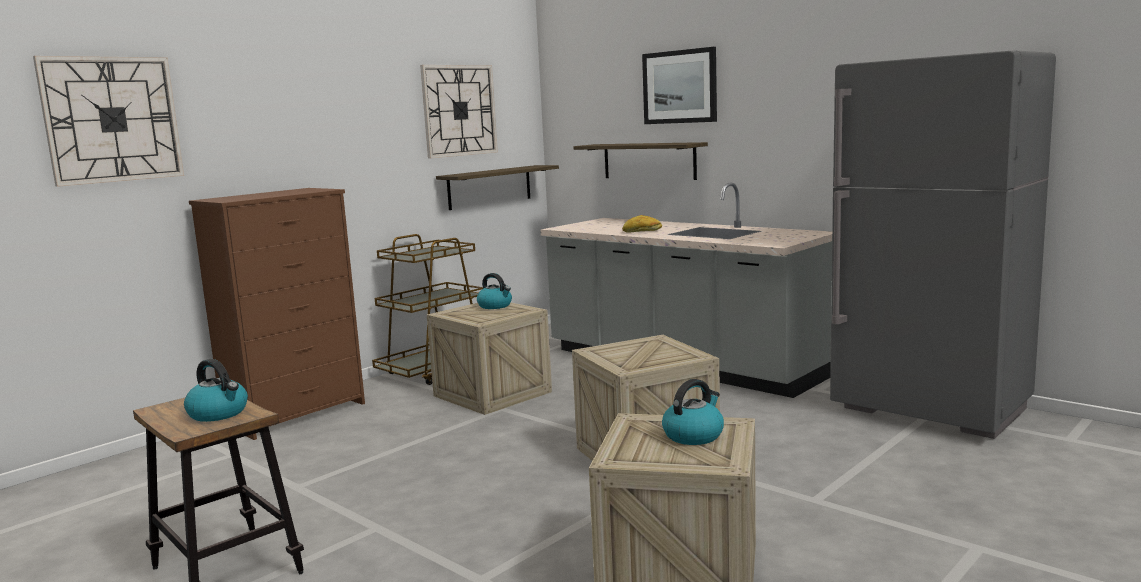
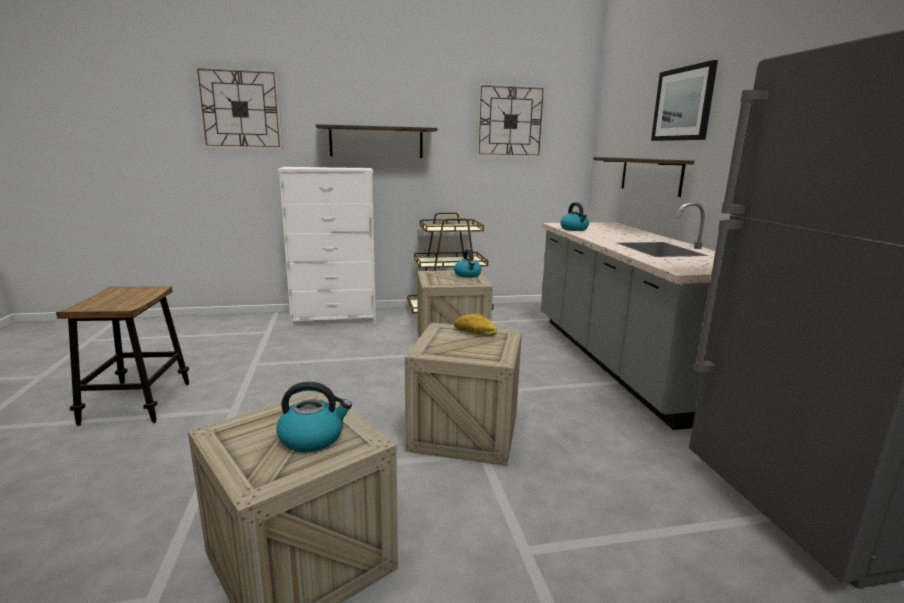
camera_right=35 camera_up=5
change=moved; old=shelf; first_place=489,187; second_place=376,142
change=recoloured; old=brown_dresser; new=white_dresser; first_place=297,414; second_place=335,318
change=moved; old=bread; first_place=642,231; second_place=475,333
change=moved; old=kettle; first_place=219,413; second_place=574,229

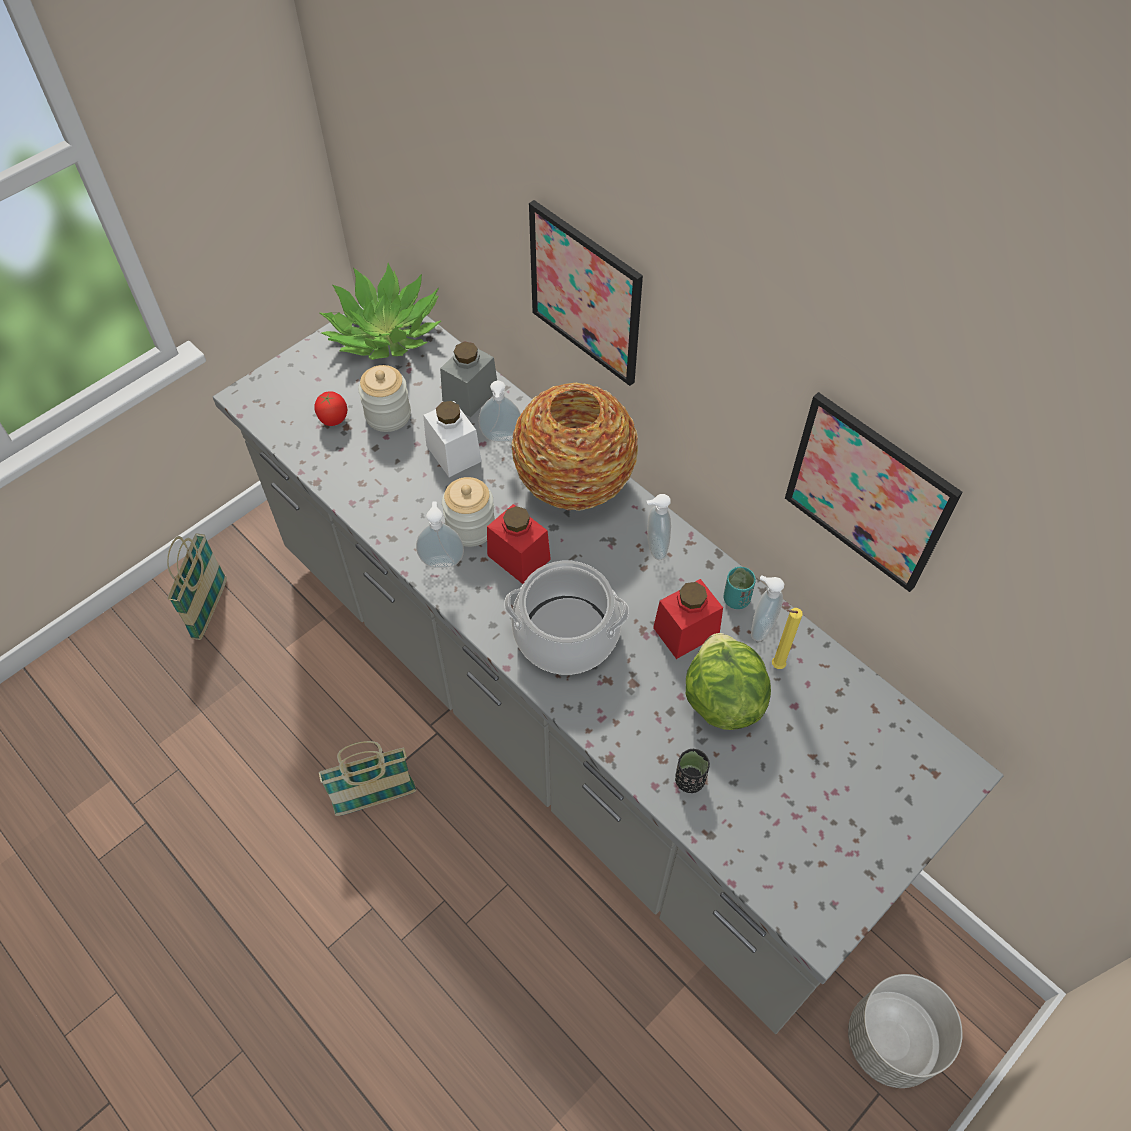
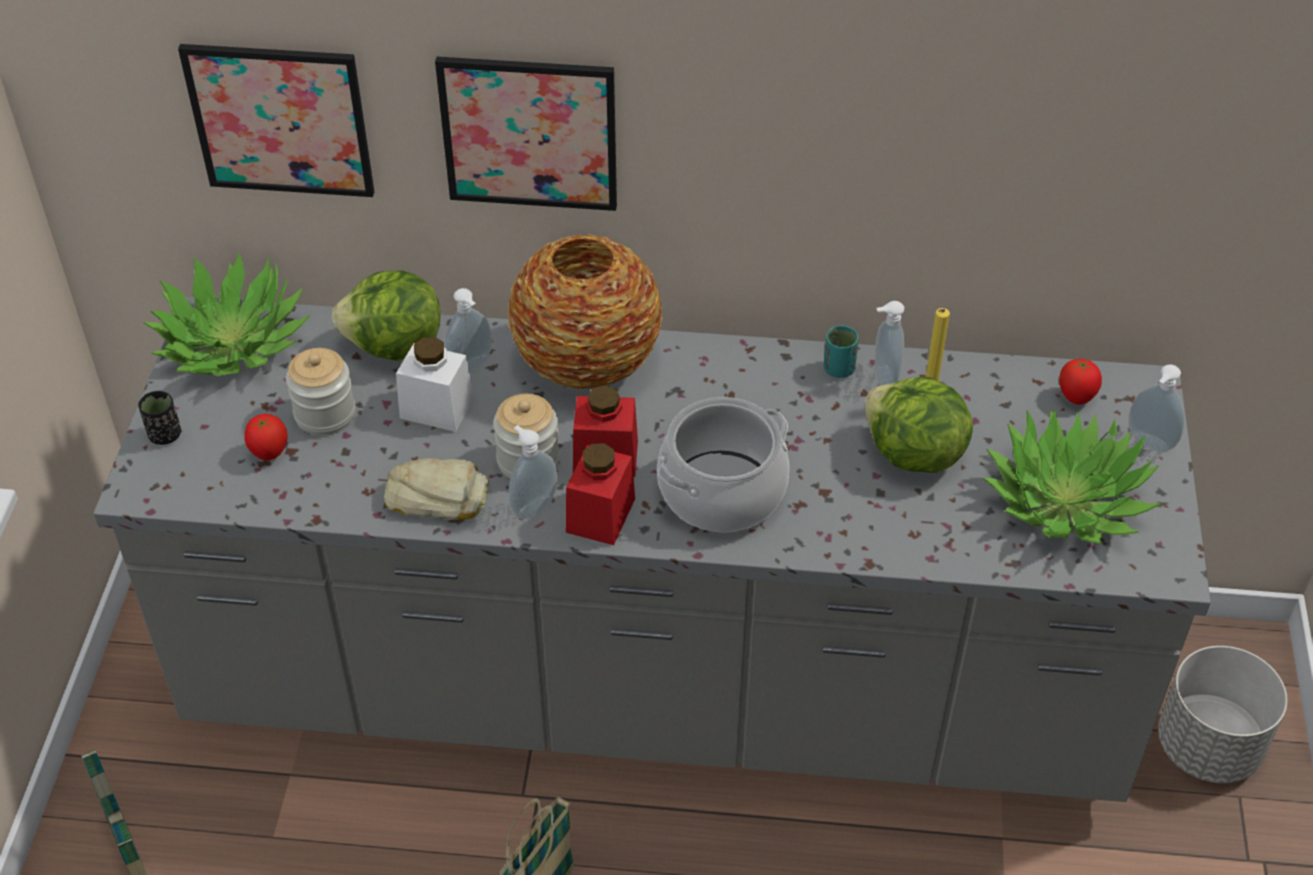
camera_right=-40 camera_up=-10
change=replaced; old=grey_jar; new=lettuce; first_place=470,395; second_place=394,347
change=moved; old=picture; first_place=868,493; second_place=280,120
change=moved; old=soap_dispenser; first_place=654,548; second_place=1148,444
change=moved; old=red_jar; first_place=686,631; second_place=600,515
change=moved; old=black_cup; first_place=689,780; second_place=165,435
change=added; new=tomato; second_place=1076,398
change=added; new=potted_plant; second_place=1066,499
change=added; new=bread; second_place=437,495

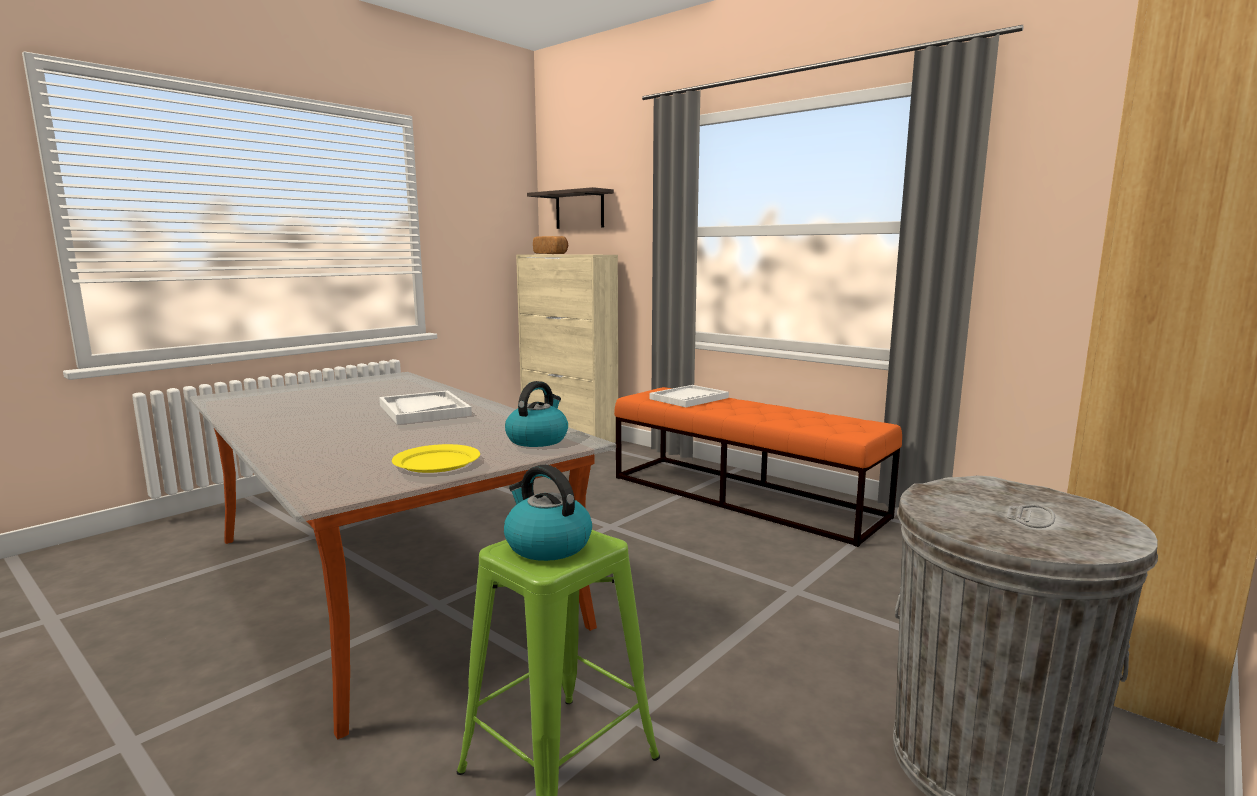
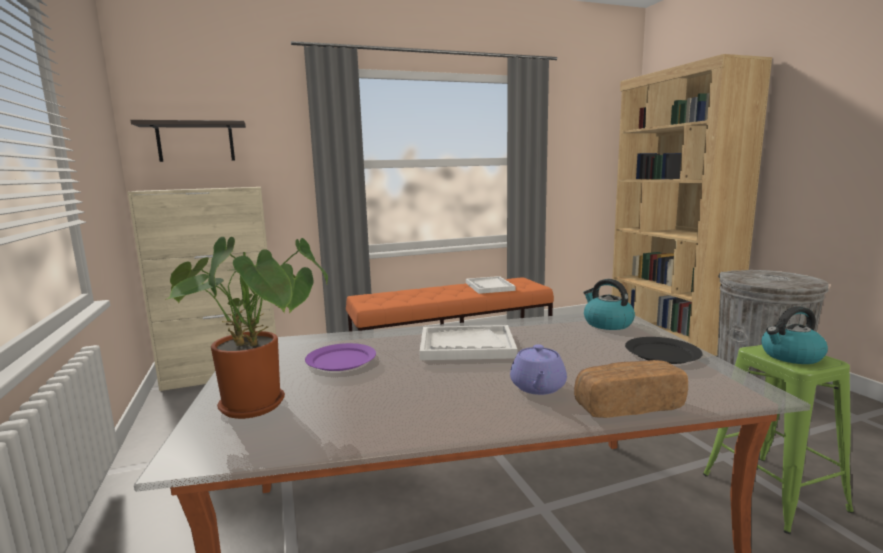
camera_right=-60 camera_up=0
change=moved; old=bread; first_place=551,254; second_place=627,406
change=moved; old=white_tray; first_place=689,398; second_place=489,286
change=recoloured; old=yellow_plate; new=black_plate; first_place=436,462; second_place=662,353
change=added; new=potted_plant; second_place=260,405
change=added; new=purple_plate; second_place=341,360
change=added; new=purple_teapot; second_place=537,387

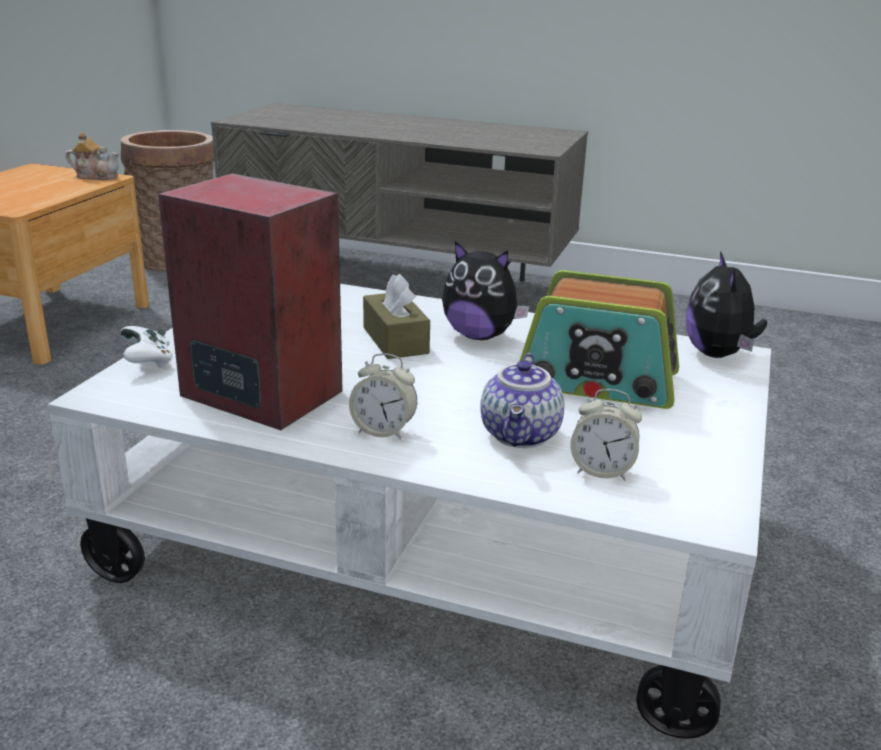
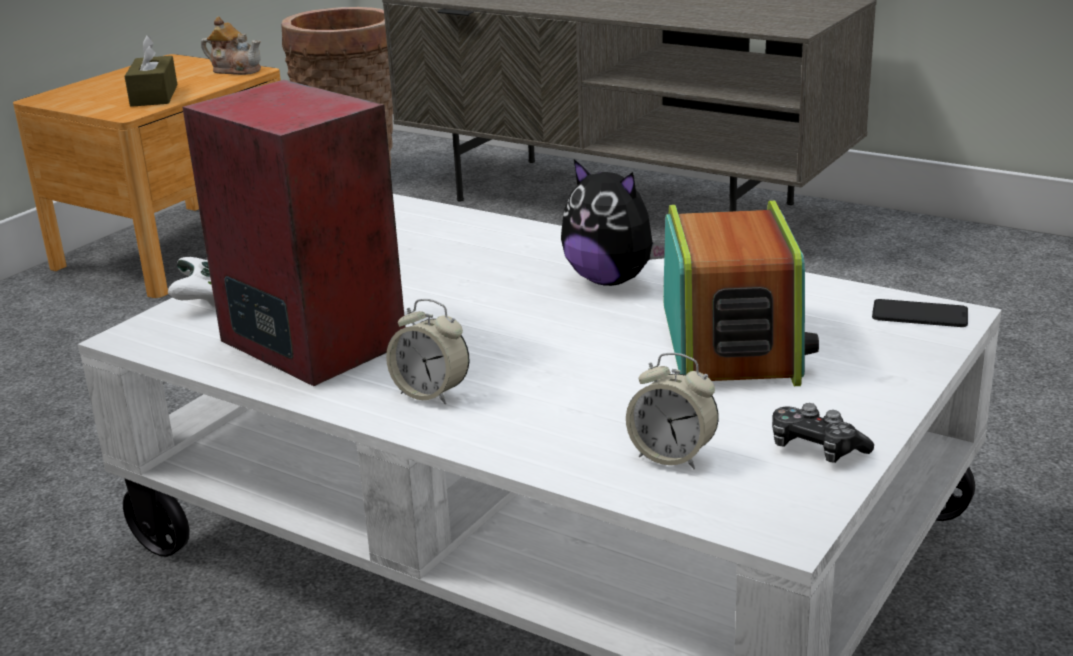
camera_right=15 camera_up=0
change=replaced; old=plush_toy; new=phone; first_place=718,354; second_place=919,315
change=turned; old=radio; first_place=597,381; second_place=731,343; degrees=-120
change=moved; old=brown_tissue_box; first_place=395,340; second_place=154,95
change=removed; old=teapot; first_place=522,435
change=added; new=game_controller; second_place=815,448

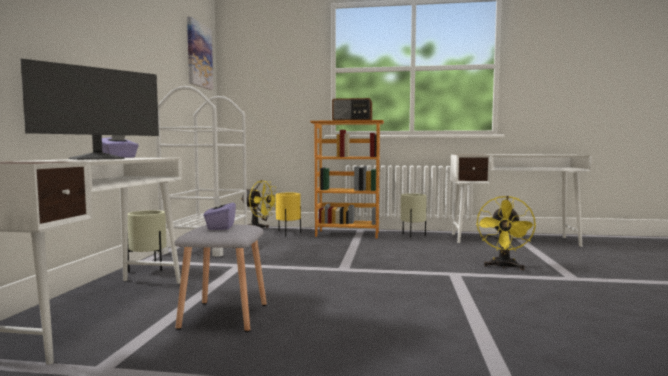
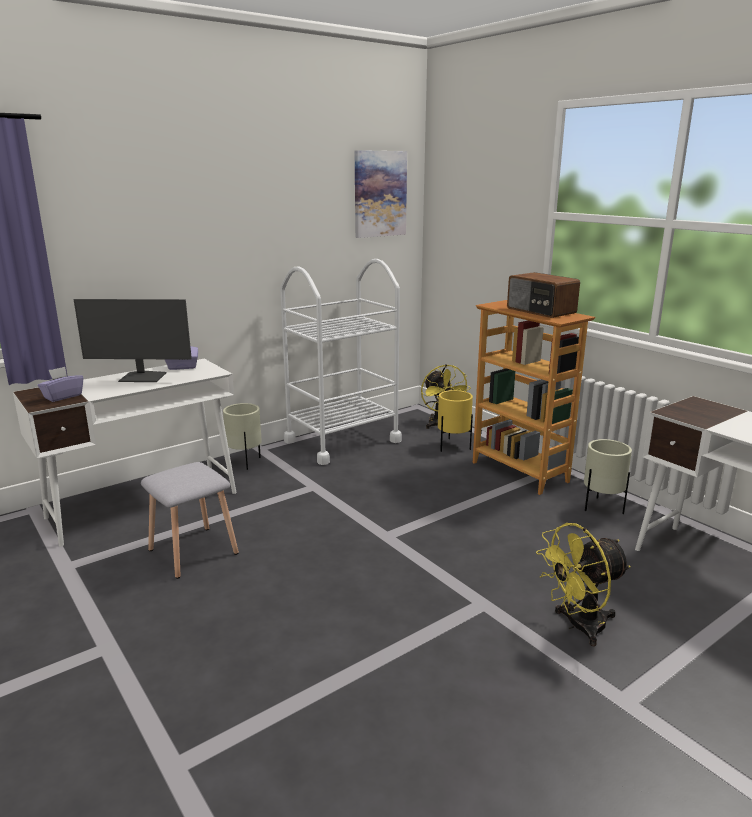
camera_right=45 camera_up=15
change=moved; old=purple_tissue_box; first_place=220,227; second_place=63,396

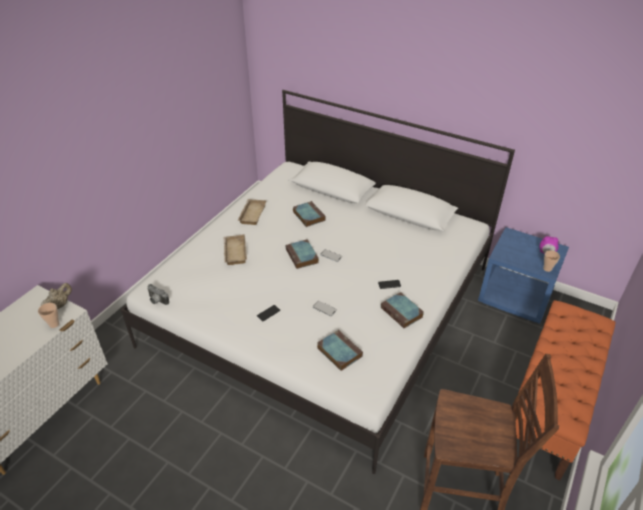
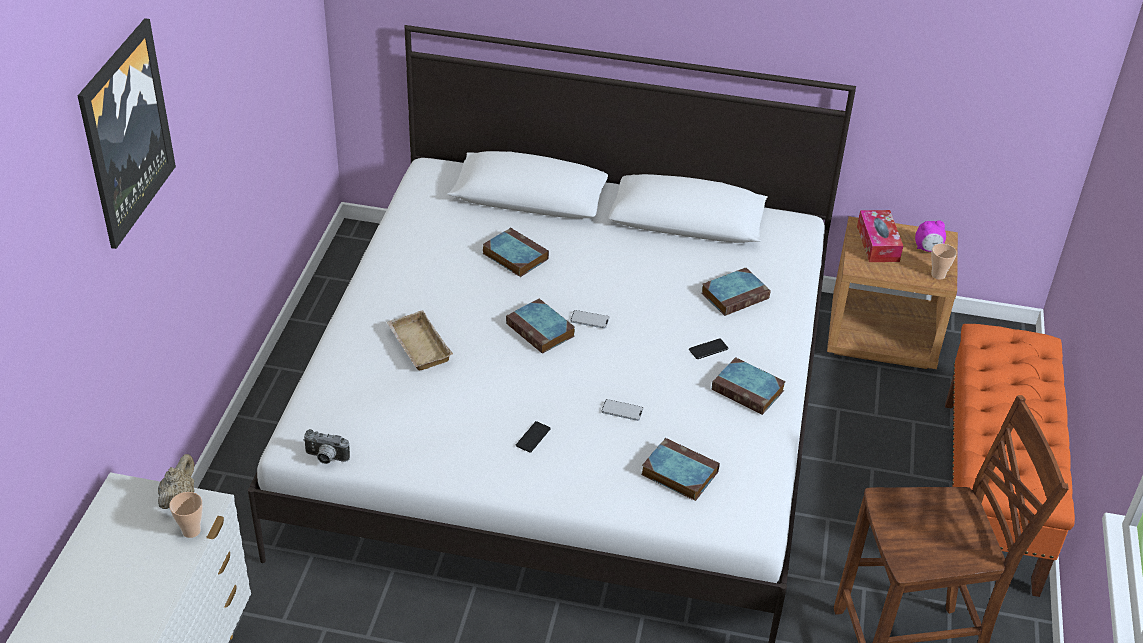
camera_right=-20 camera_up=0
change=removed; old=beige_tray; first_place=251,213
change=recoloured; old=blue_nightstand; new=brown_nightstand; first_place=515,298; second_place=882,335
change=added; new=picture; second_place=125,133
change=added; new=tissue_box; second_place=878,243
change=added; new=book; second_place=735,295

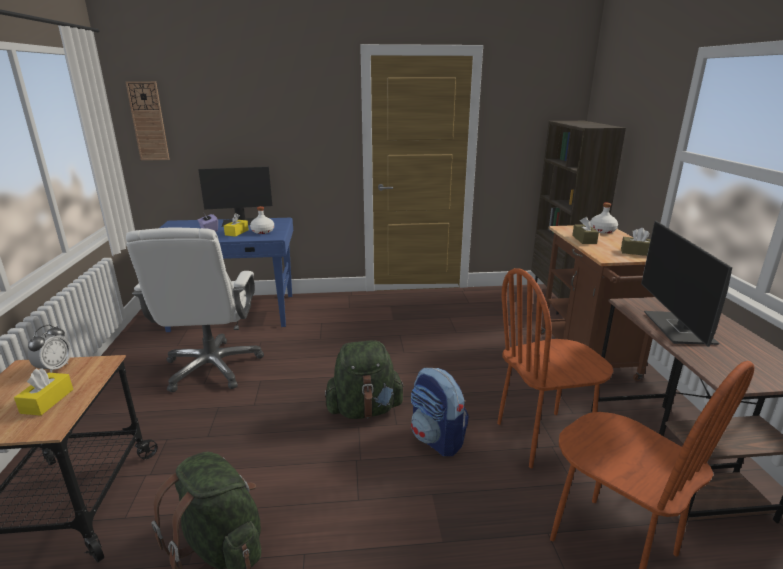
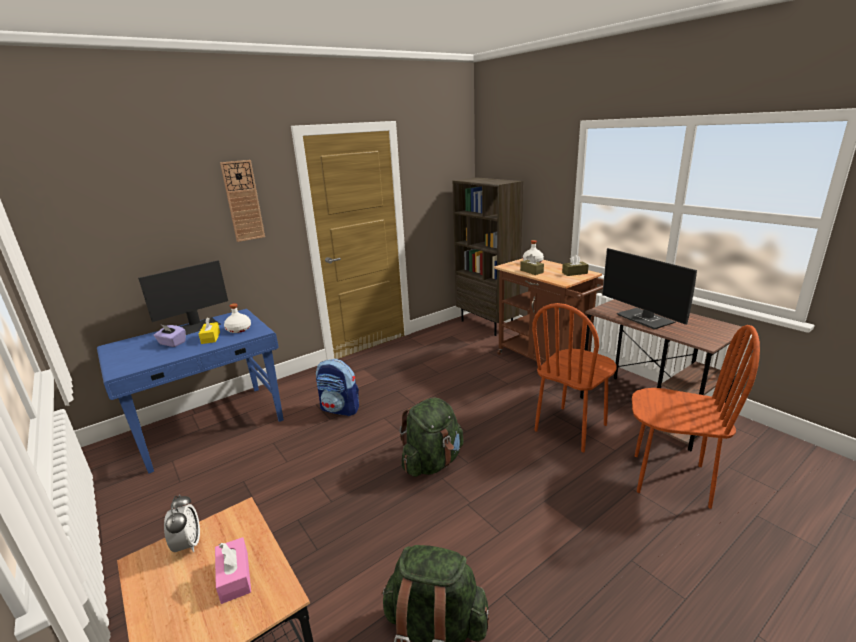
camera_right=-30 camera_up=0
change=moved; old=wall_clock; first_place=148,121; second_place=243,201
change=removed; old=white_office_chair; first_place=212,367
change=moved; old=backpack; first_place=437,439; second_place=340,409
change=recoloured; old=yellow_tissue_box; new=pink_tissue_box; first_place=47,401; second_place=235,577

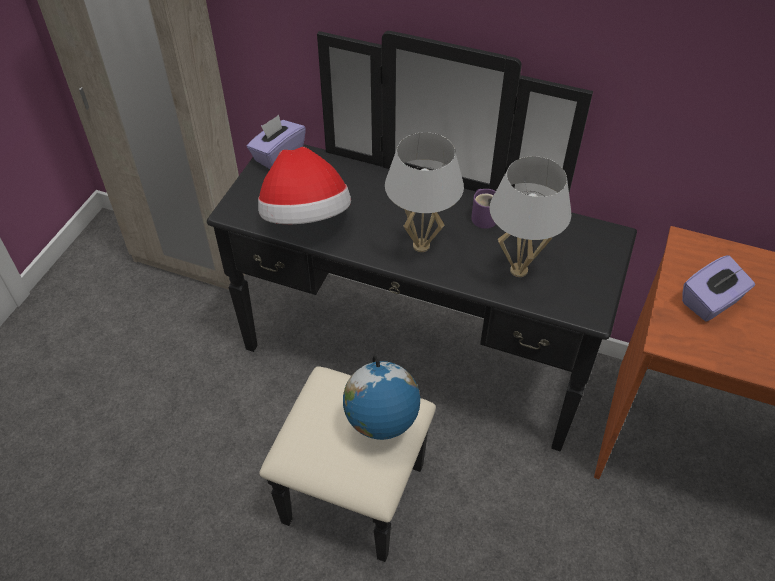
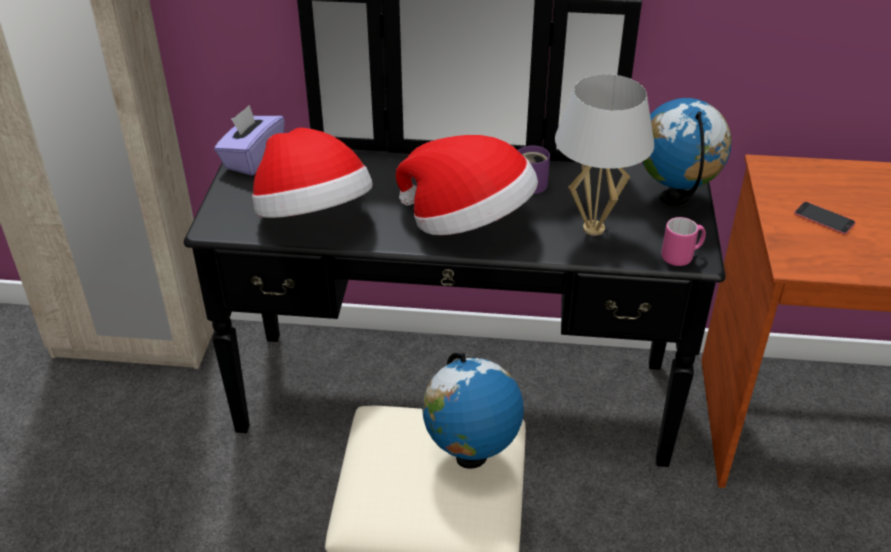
camera_right=-15 camera_up=-10
change=replaced; old=white_table_lamp; new=hat; first_place=421,246; second_place=468,223
change=replaced; old=purple_tissue_box; new=phone; first_place=711,302; second_place=824,218
change=added; new=globe; second_place=675,198
change=added; new=pink_mug; second_place=681,256

